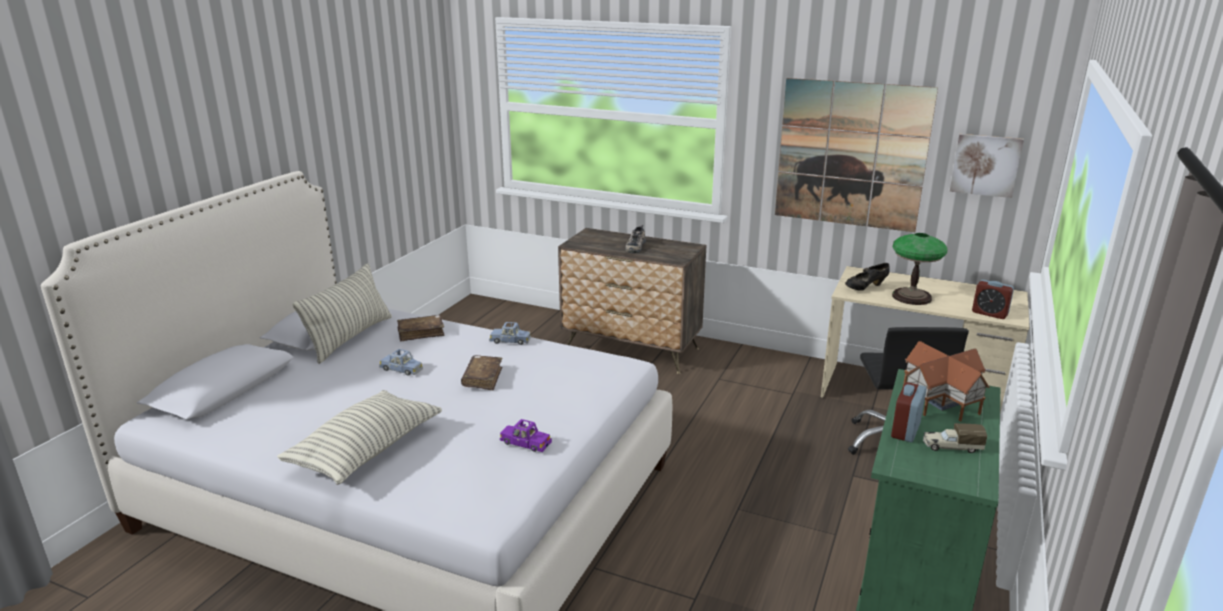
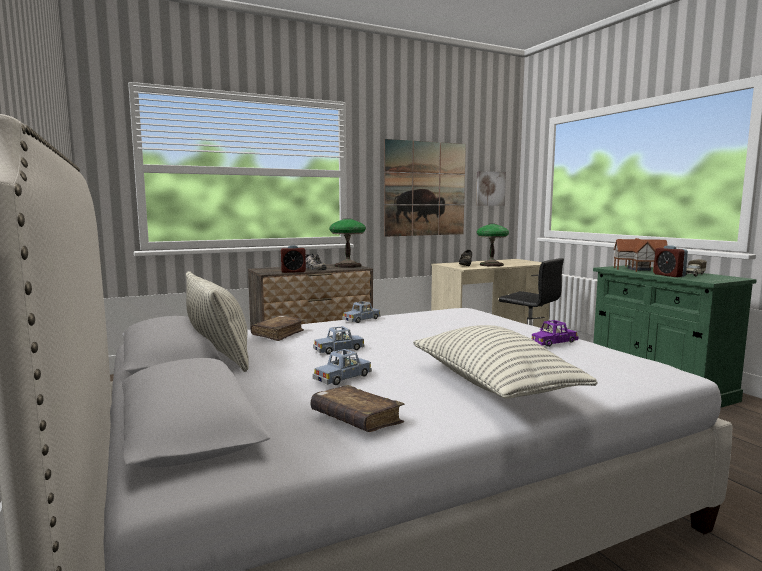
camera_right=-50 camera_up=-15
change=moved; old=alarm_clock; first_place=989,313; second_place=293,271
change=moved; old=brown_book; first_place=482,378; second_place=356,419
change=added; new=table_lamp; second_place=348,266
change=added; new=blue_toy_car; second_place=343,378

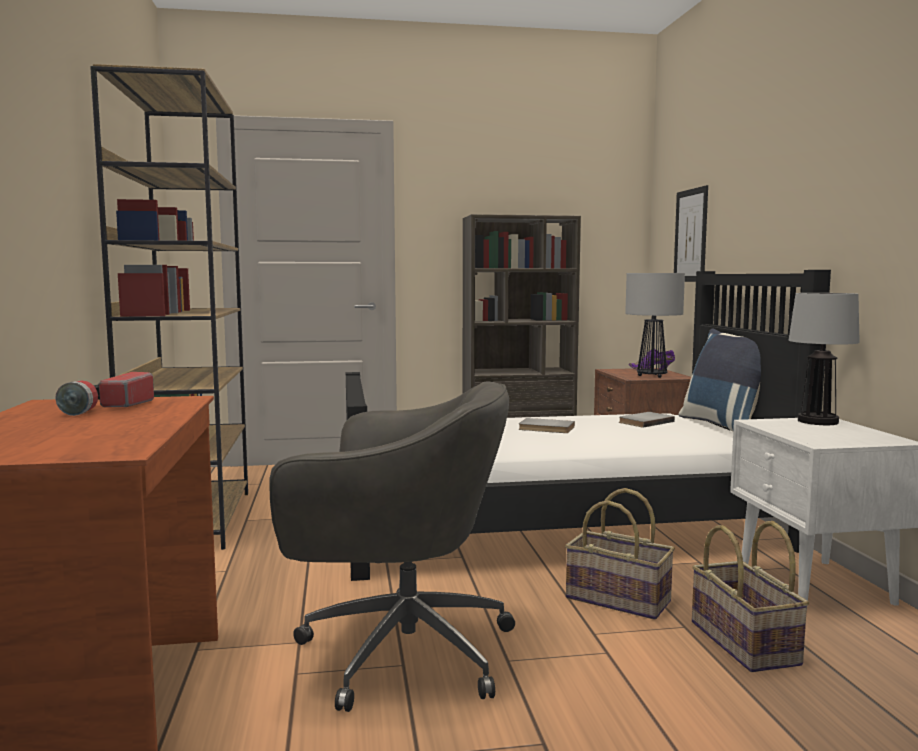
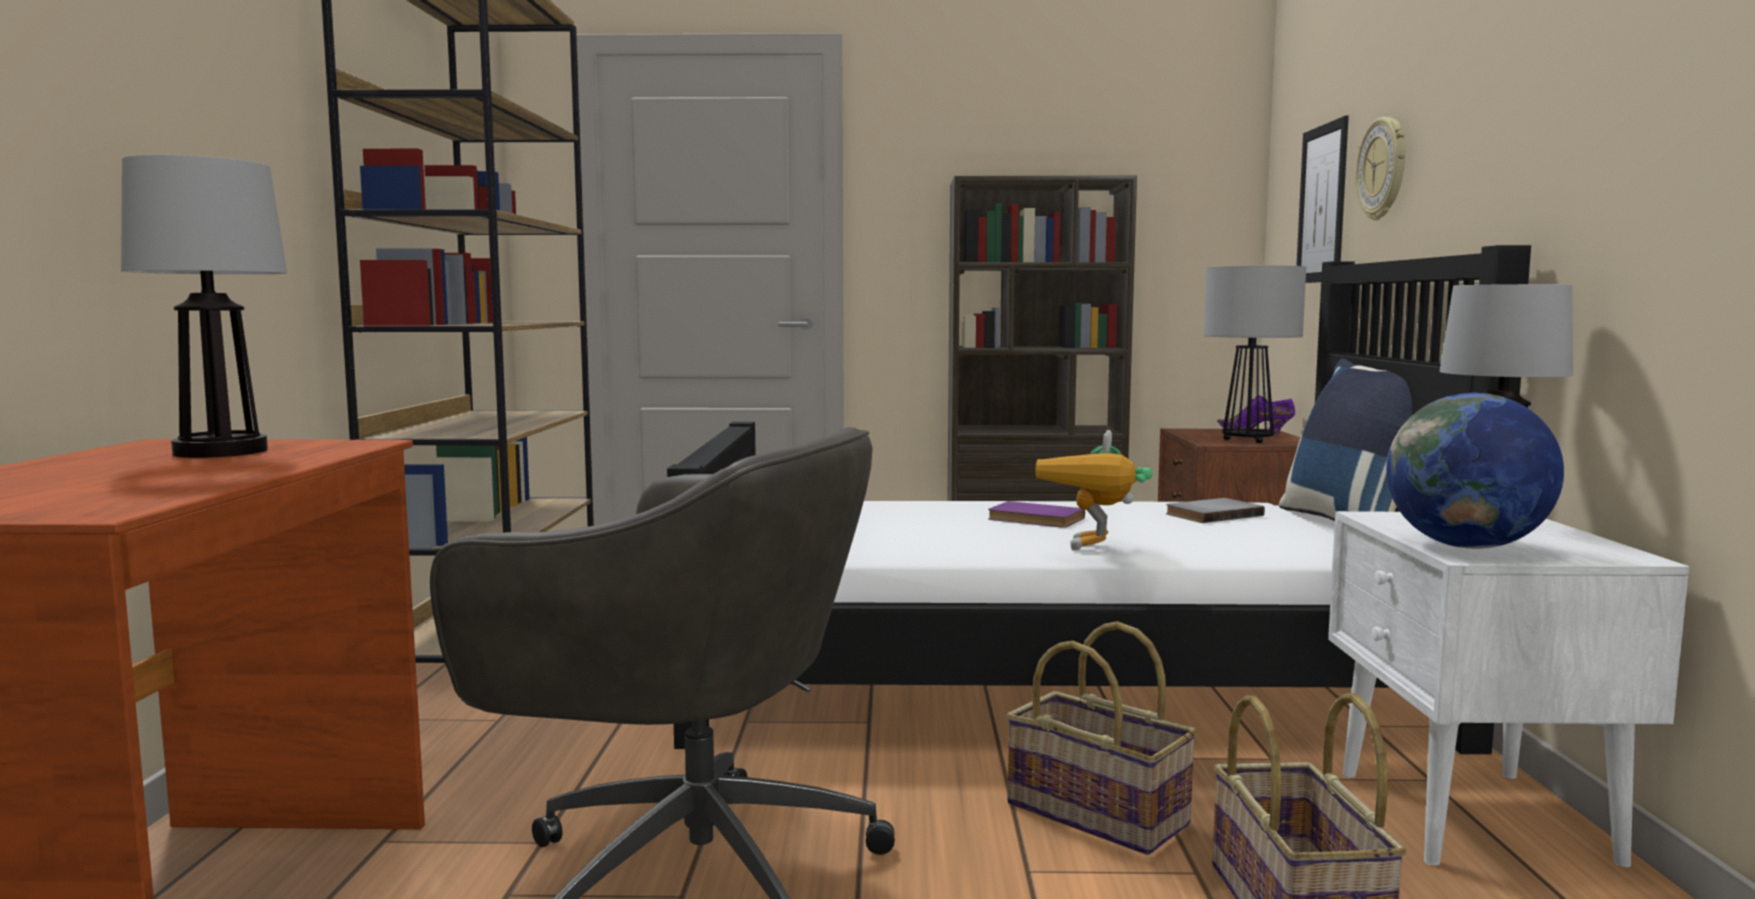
camera_right=10 camera_up=0
change=replaced; old=flashlight; new=table_lamp; first_place=108,408; second_place=223,452
change=recoloured; old=grey_book; new=purple_book; first_place=546,428; second_place=1034,519
change=added; new=wall_clock; second_place=1383,169
change=added; new=globe; second_place=1466,546
change=added; new=toy_robot; second_place=1097,551

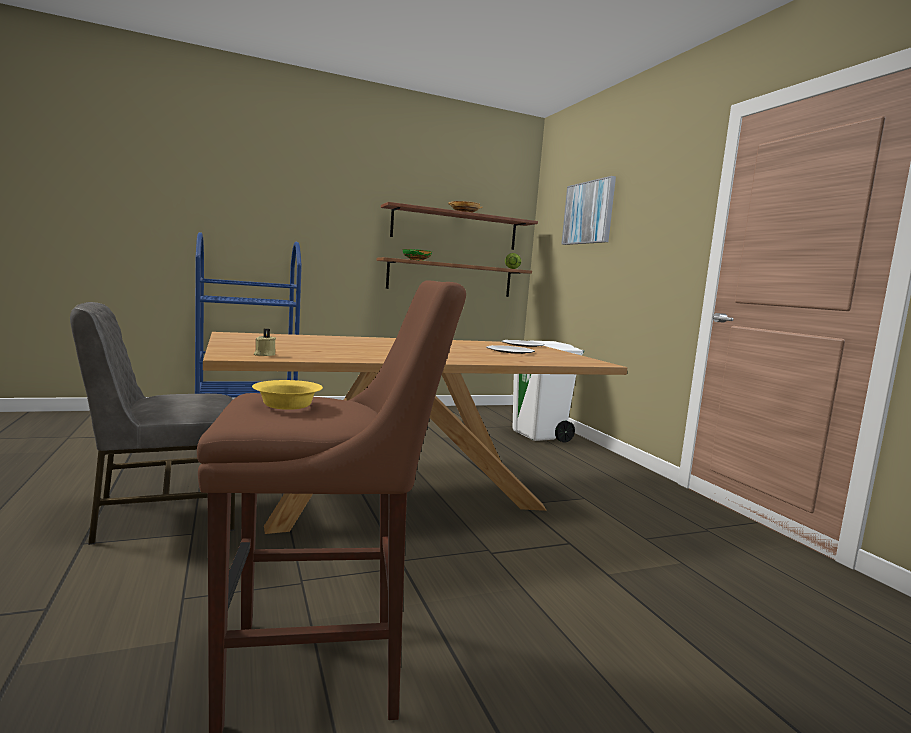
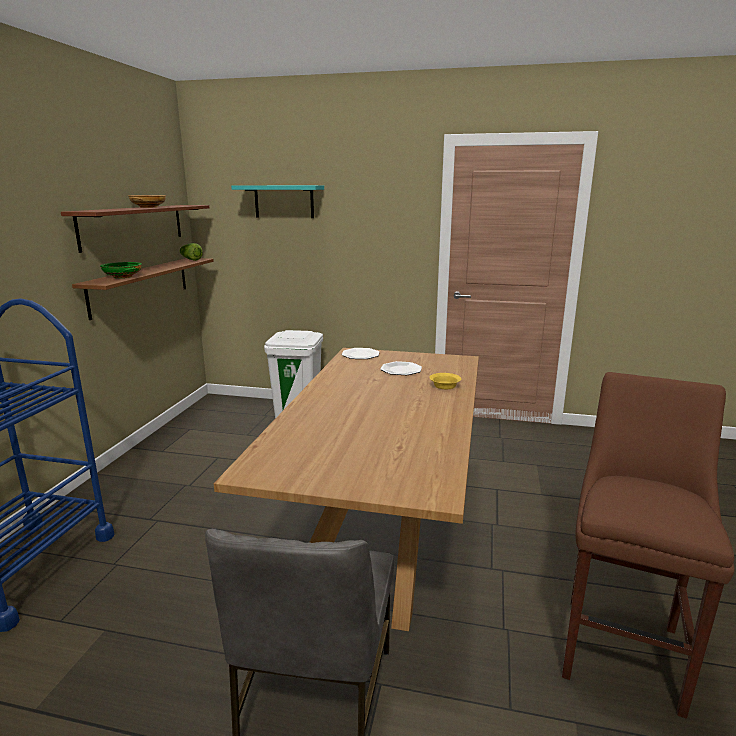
camera_right=-55 camera_up=10
change=replaced; old=picture; new=turquoise_shelf; first_place=588,213; second_place=284,201
change=removed; old=beige_candle; first_place=264,355
change=moved; old=yellow_bowl; first_place=286,405; second_place=444,386

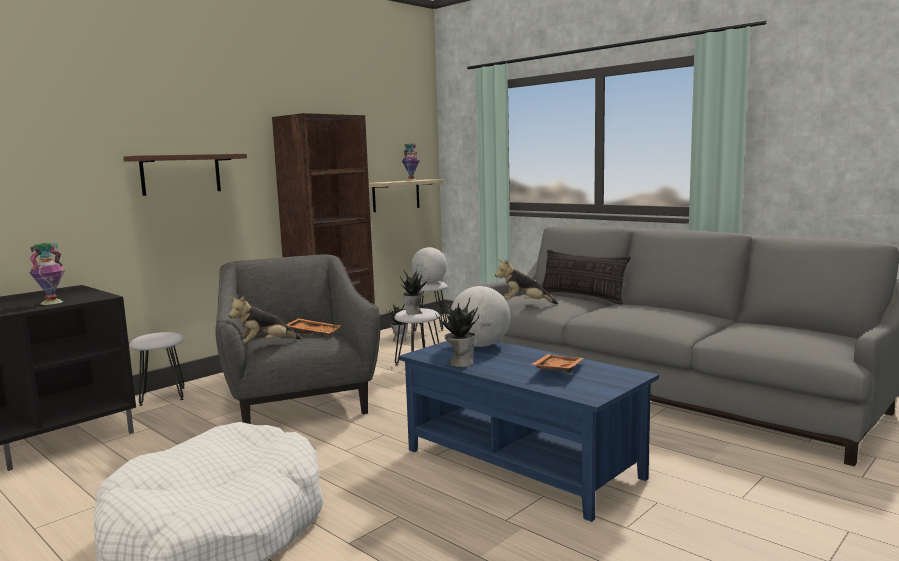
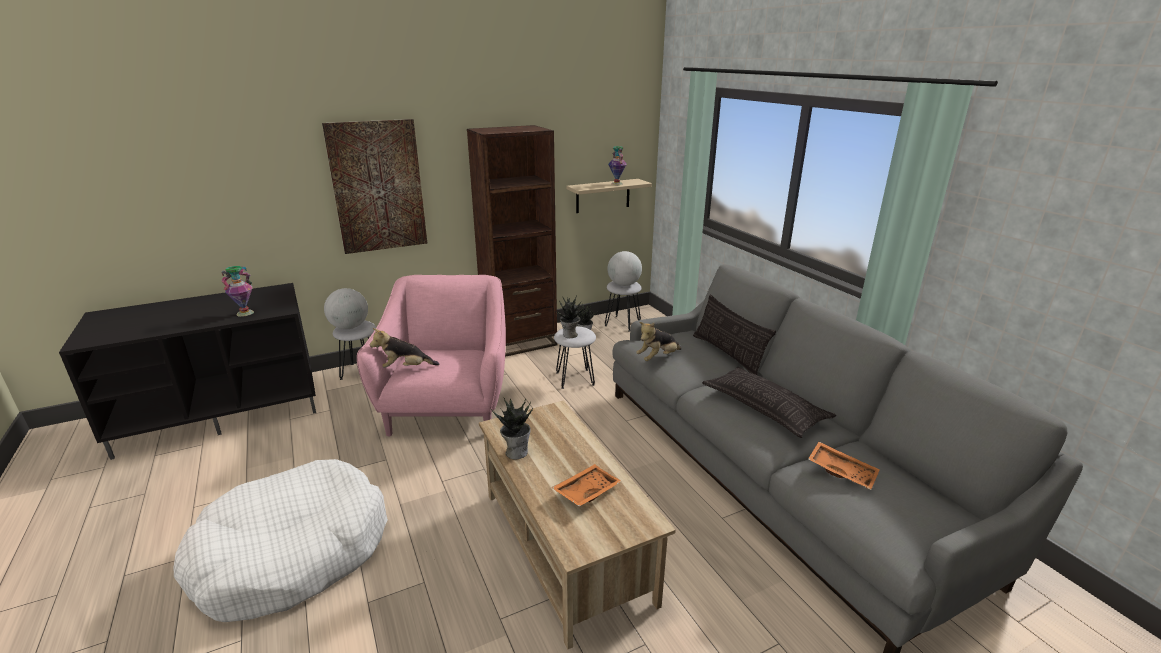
camera_right=20 camera_up=15
change=replaced; old=brown_shelf; new=picture; first_place=181,174; second_place=378,187
change=recoloured; old=grey_armchair; new=pink_armchair; first_place=299,402; second_place=449,406
change=turned; old=plush_toy; first_place=524,304; second_place=658,358; degrees=-60
change=moved; old=globe; first_place=480,345; second_place=349,327
change=moved; old=orange_tray; first_place=314,332; second_place=842,471
change=recoloured; old=blue_coffee_table; new=beige_coffee_table; first_place=522,463; second_place=566,546
change=added; new=pillow; second_place=764,407

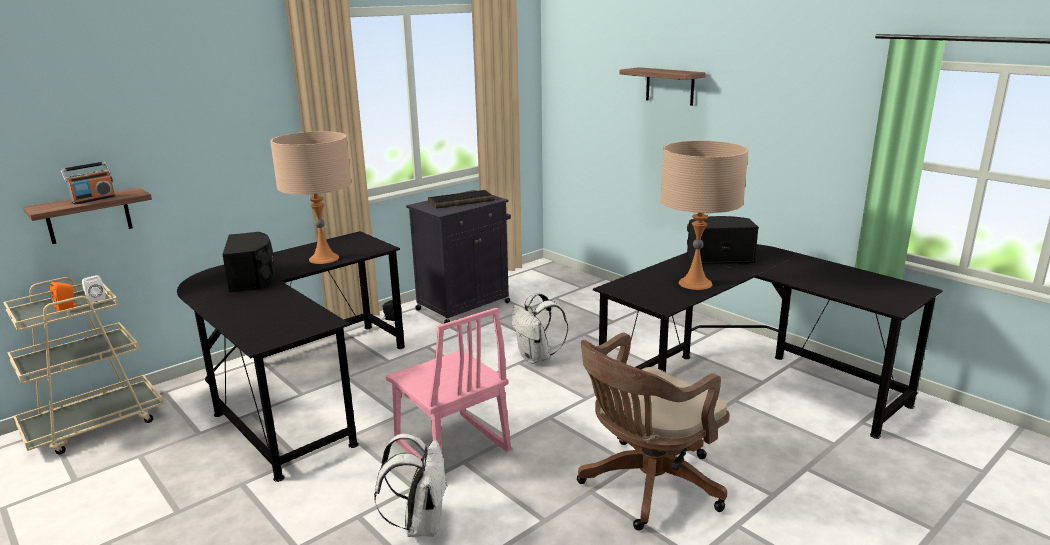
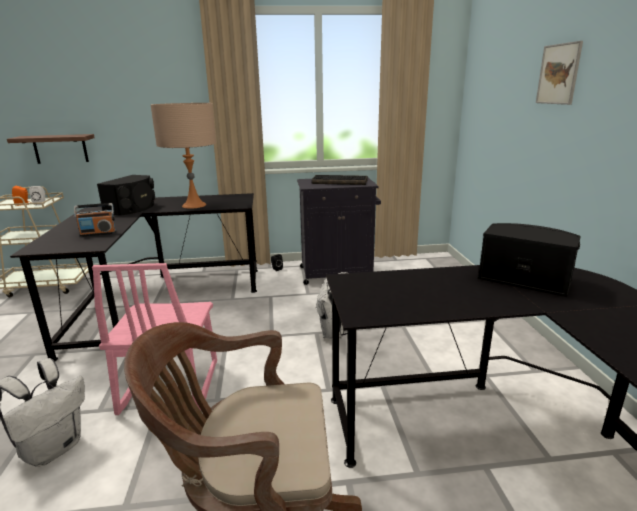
camera_right=35 camera_up=0
change=replaced; old=shelf; new=picture; first_place=670,86; second_place=558,74
change=removed; old=beige_table_lamp; first_place=695,283
change=moved; old=radio; first_place=93,199; second_place=98,233

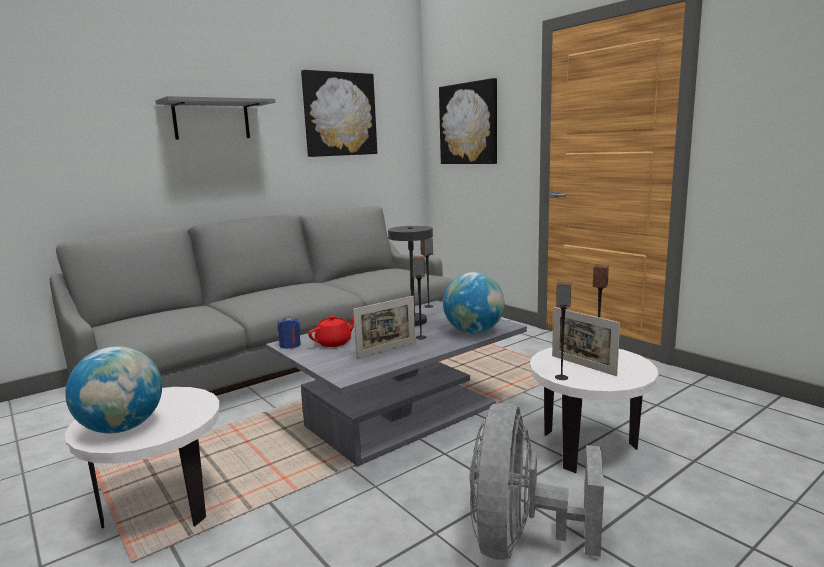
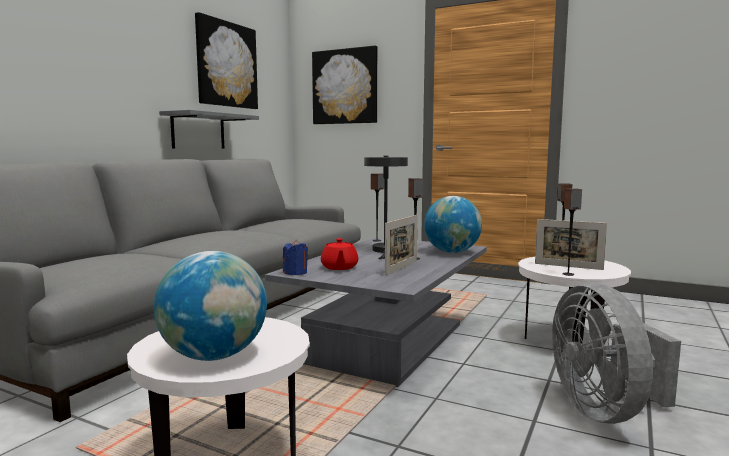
camera_right=-25 camera_up=-5
change=moved; old=grey_shelf; first_place=211,120; second_place=198,131
change=turned; old=red_teapot; first_place=334,343; second_place=339,268; degrees=150

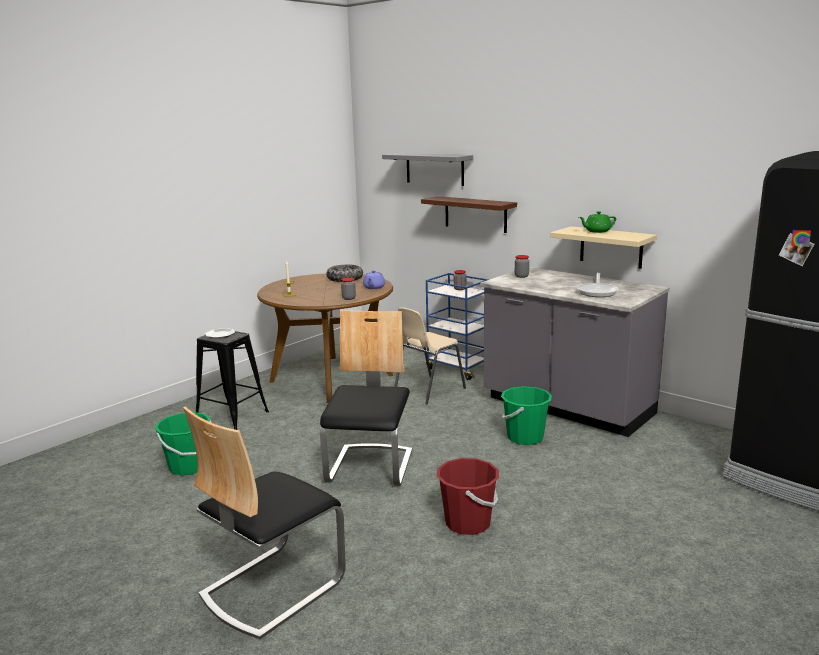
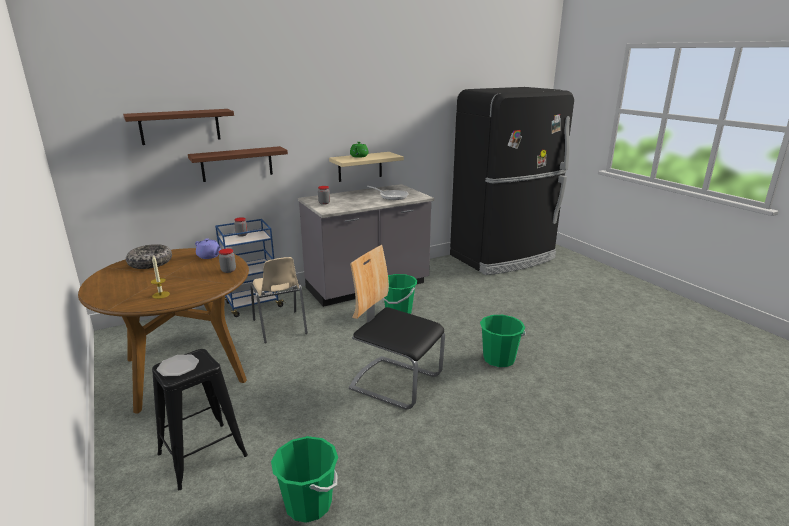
camera_right=-70 camera_up=5
change=recoloured; old=grey_shelf; new=brown_shelf; first_place=434,169; second_place=180,126
change=removed; old=chair; first_place=271,587
change=recoloured; old=red_bucket; new=green_bucket; first_place=468,523; second_place=499,359

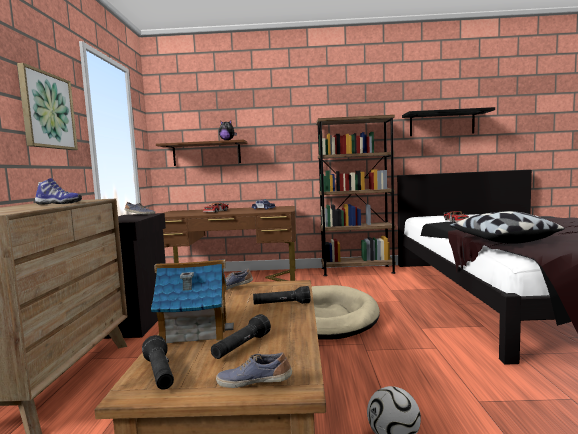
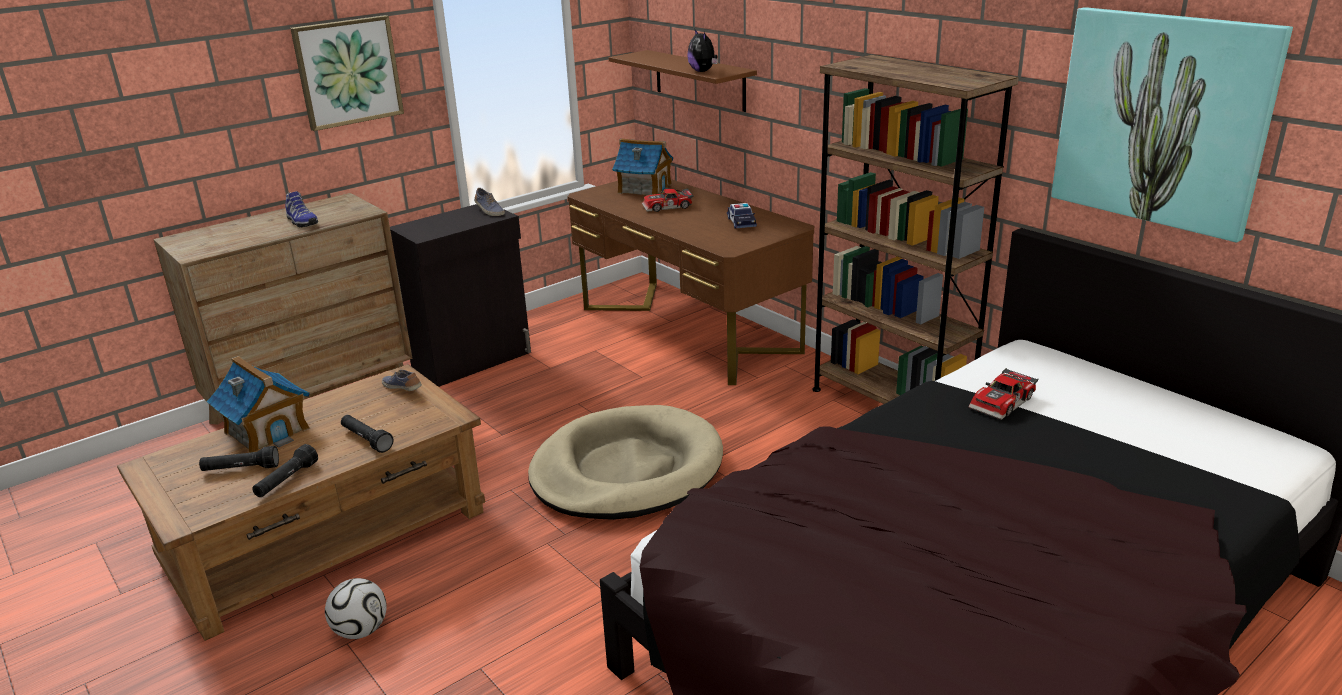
camera_right=50 camera_up=20
change=replaced; old=black_shelf; new=picture; first_place=441,124; second_place=1162,120
change=removed; old=pillow; first_place=501,240
change=moved; old=black_flashlight; first_place=160,374; second_place=286,481
change=removed; old=shoe; first_place=254,383
change=added; new=toy_house; second_place=644,188

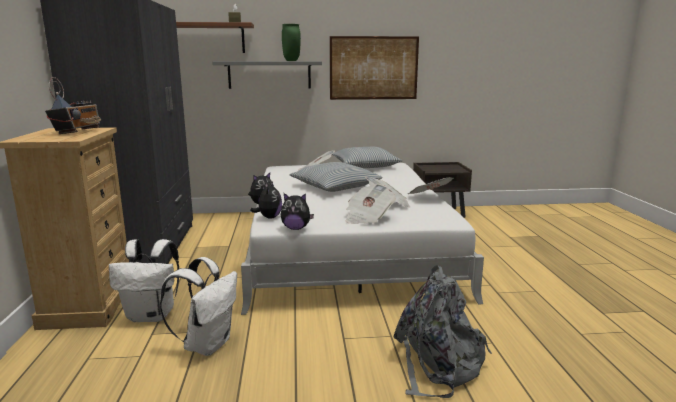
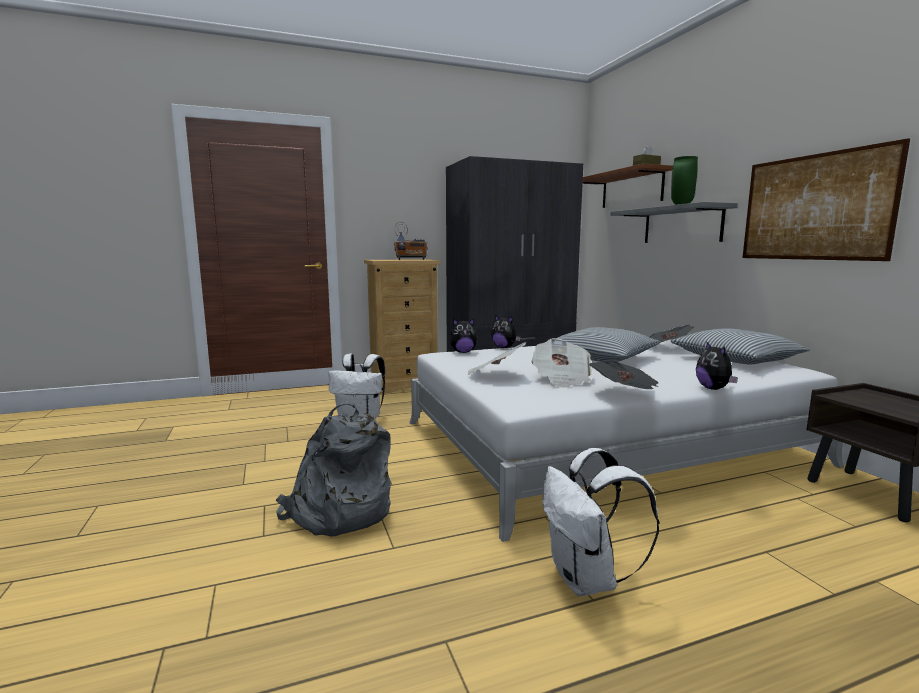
camera_right=75 camera_up=-5
change=moved; old=plush_toy; first_place=296,228; second_place=714,389
change=moved; old=white_backpack; first_place=152,315; second_place=587,580

